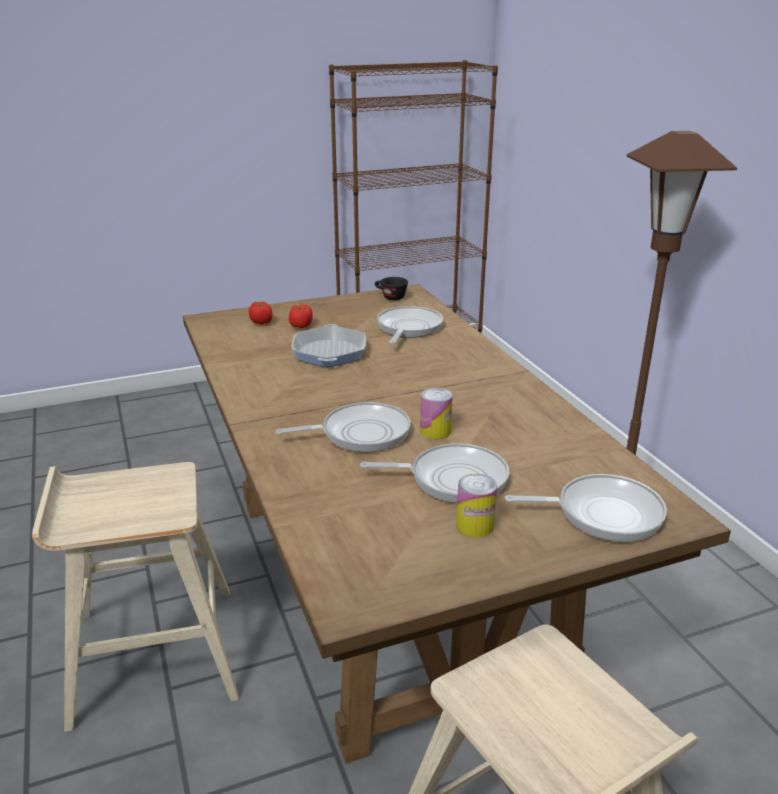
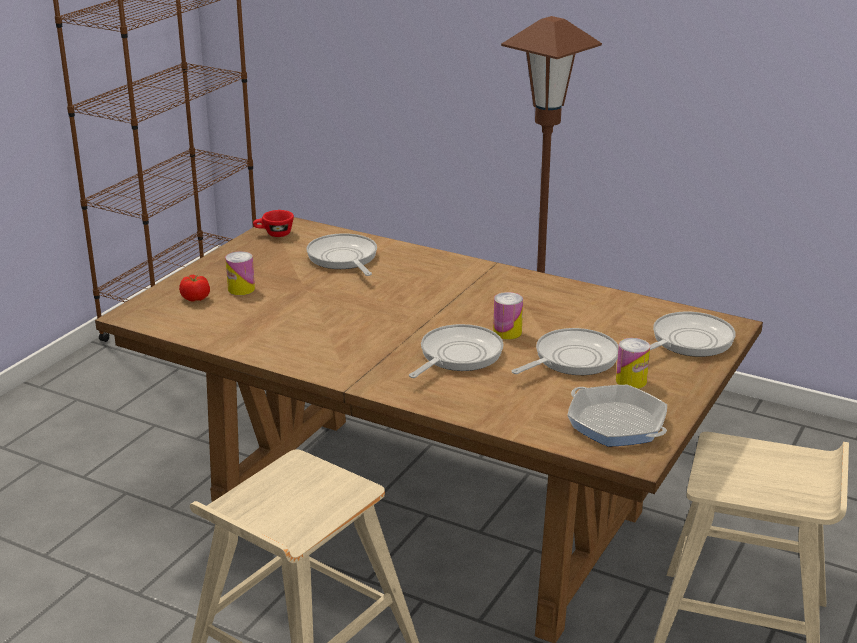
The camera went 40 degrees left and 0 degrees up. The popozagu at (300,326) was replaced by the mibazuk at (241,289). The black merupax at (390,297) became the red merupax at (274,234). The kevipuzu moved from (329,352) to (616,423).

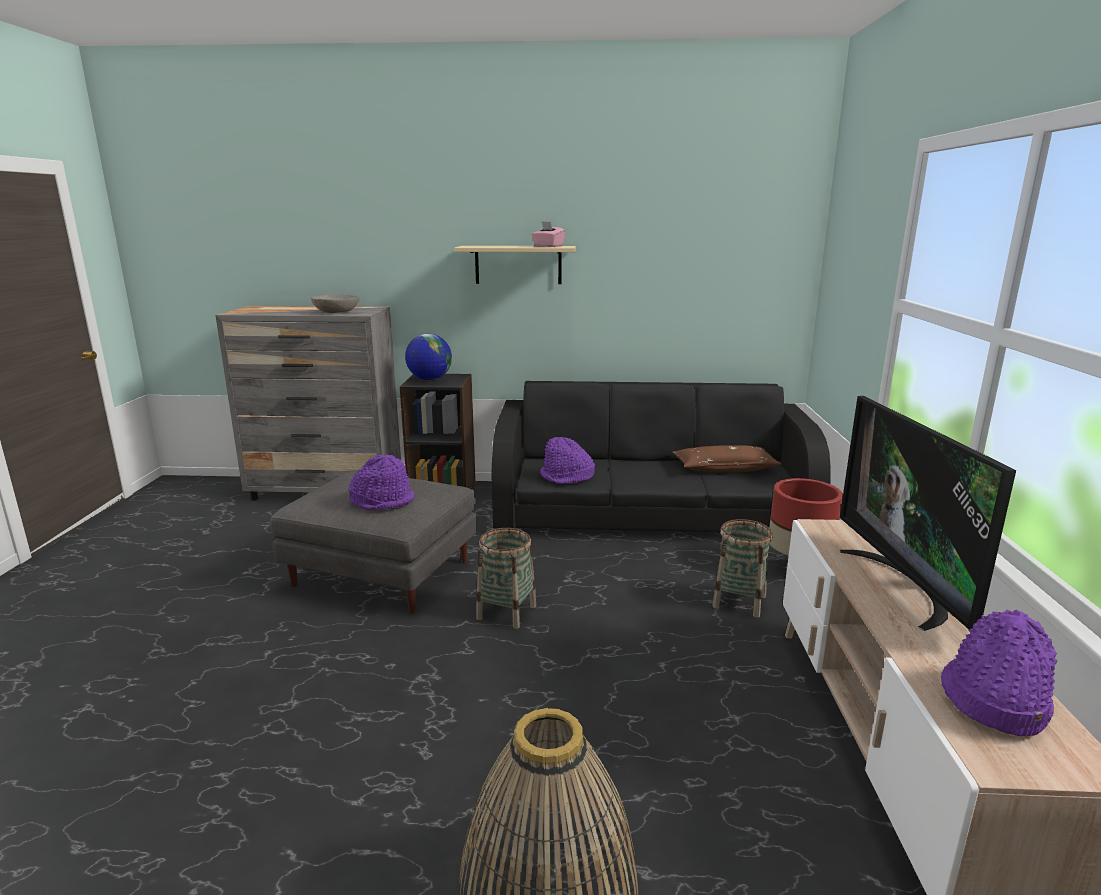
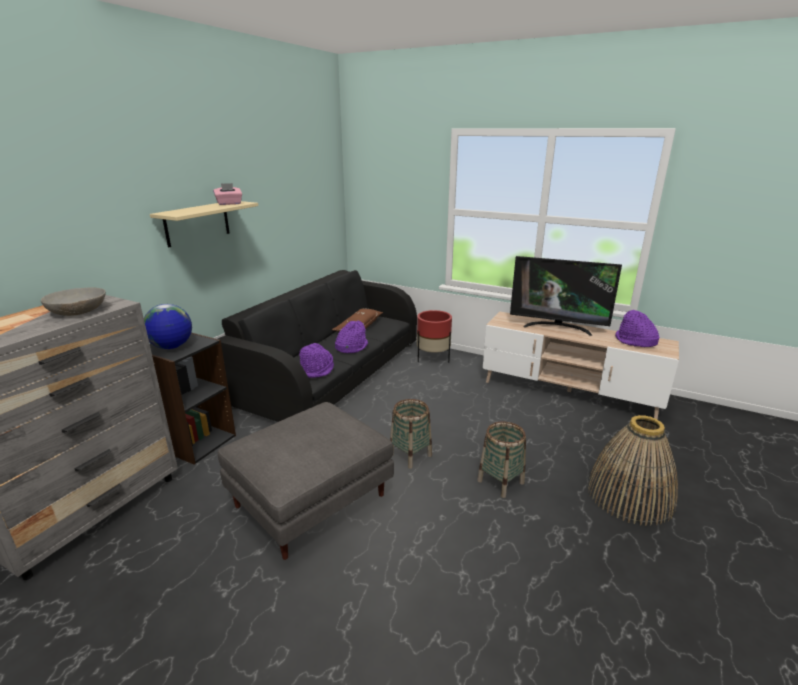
The camera went 65 degrees left and 5 degrees up. The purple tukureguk moved from (383,501) to (351,347). The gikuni moved from (739,602) to (500,482).

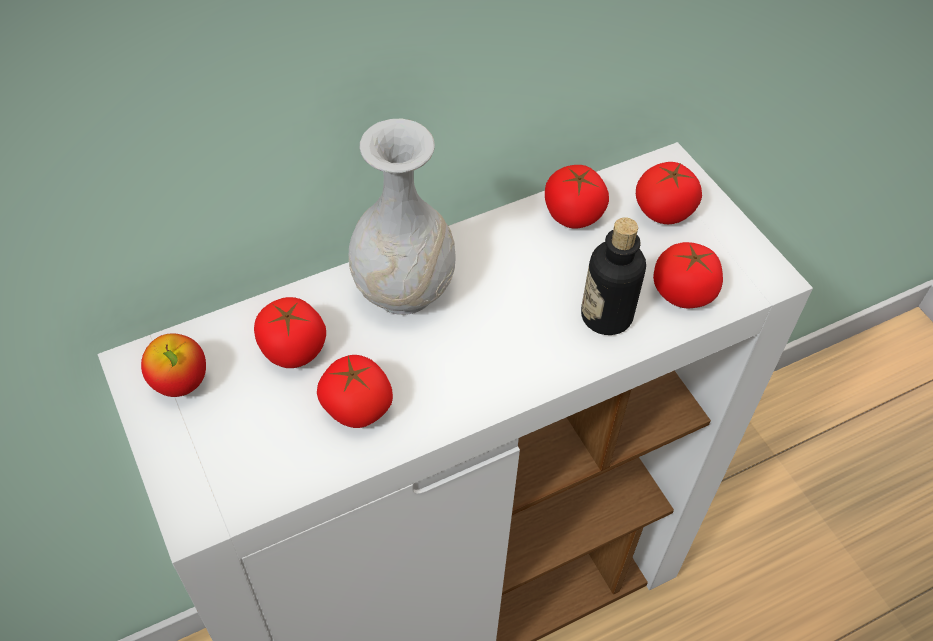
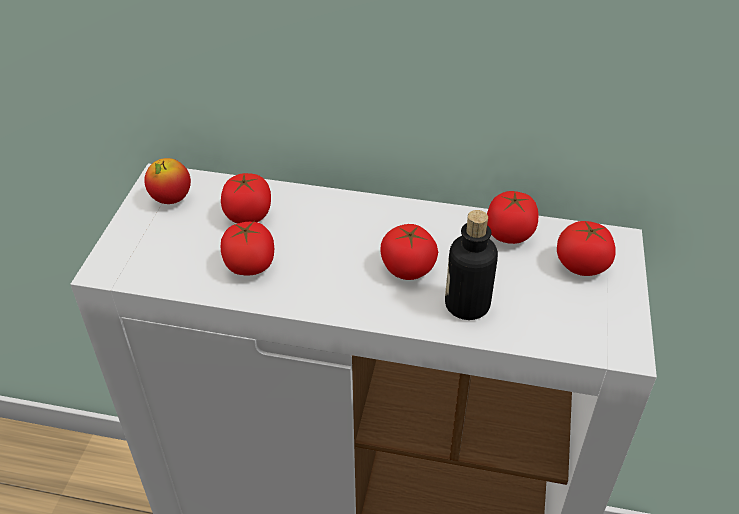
The camera went 40 degrees right and 10 degrees down. The popozagu moved from (683,292) to (407,268). The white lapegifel at (405,290) disappeared.

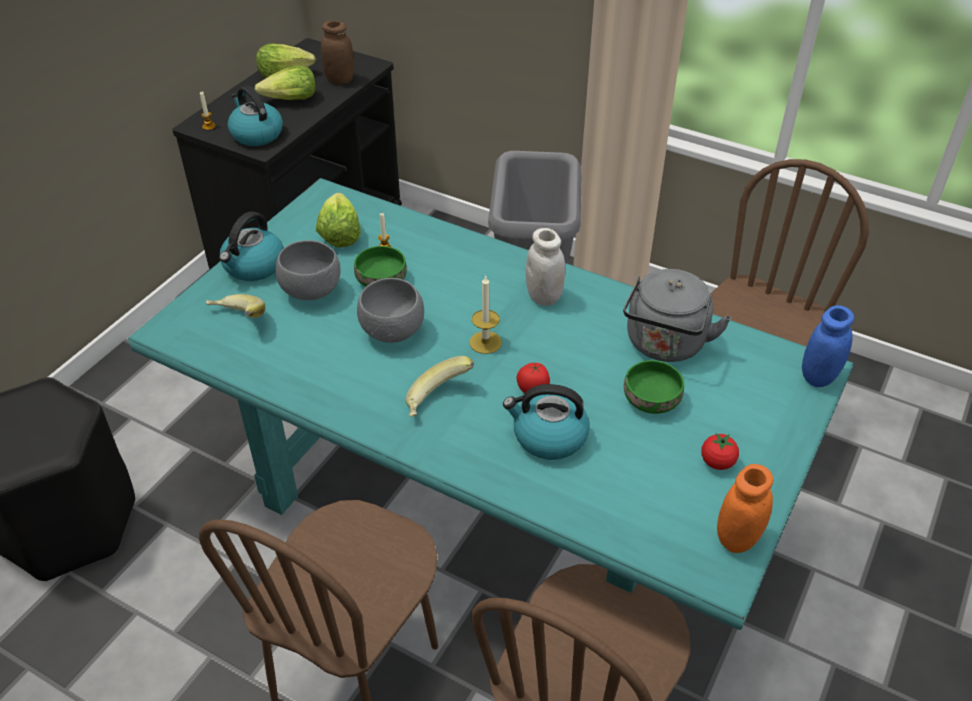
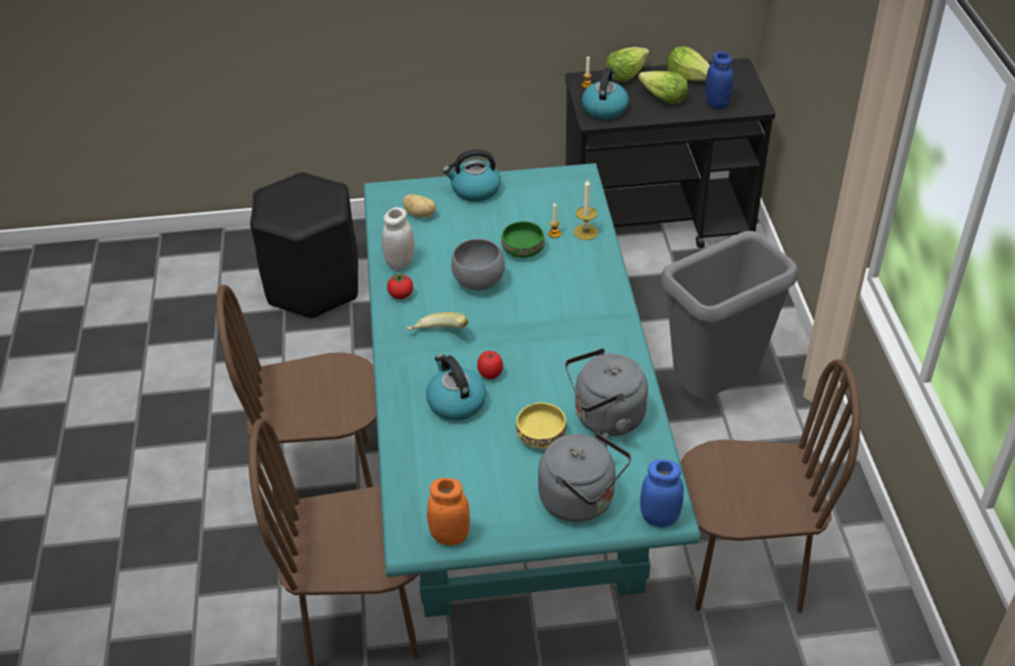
The camera went 55 degrees right and 0 degrees up. The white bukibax moved from (544,297) to (400,263). The popozagu moved from (717,462) to (401,295). The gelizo at (237,321) was replaced by the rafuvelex at (420,214). The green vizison at (653,400) became the yellow vizison at (541,436). The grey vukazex at (581,500) appeared. The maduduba moved from (485,342) to (585,232). The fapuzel moved from (339,234) to (625,74). The brown bukibax at (339,80) became the blue bukibax at (717,103). The grey vizison at (312,291) disappeared.

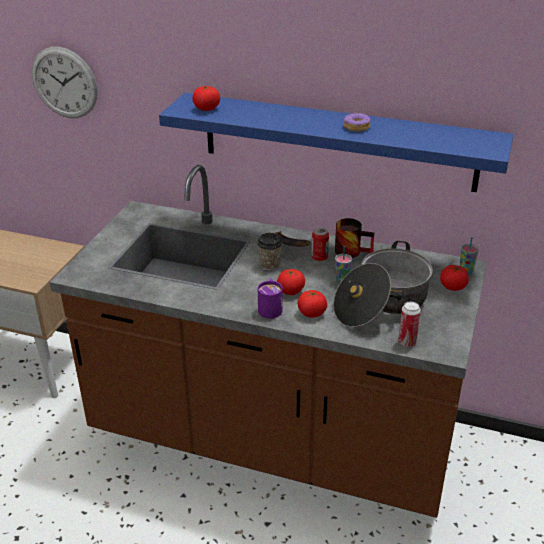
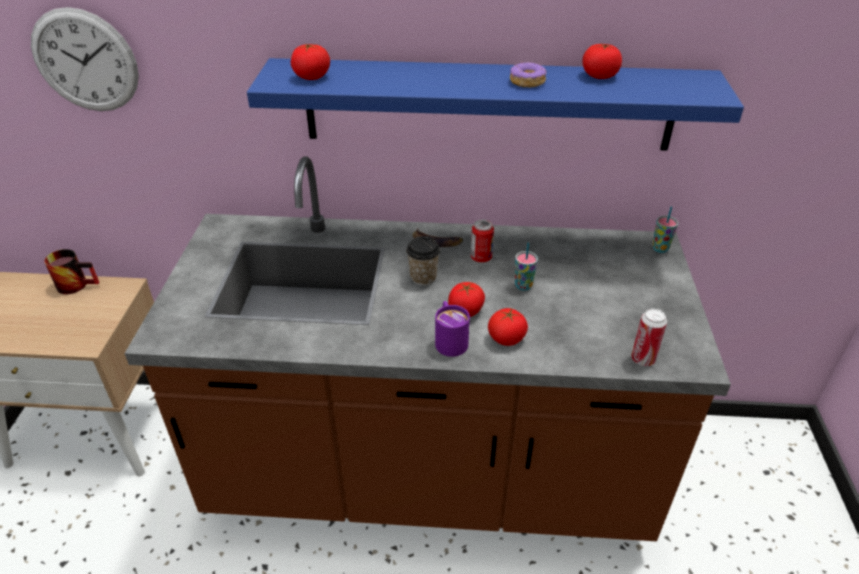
The camera went 15 degrees left and 5 degrees up. The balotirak moved from (352,250) to (78,283). The popozagu moved from (453,287) to (599,76). The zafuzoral at (381,303) disappeared.

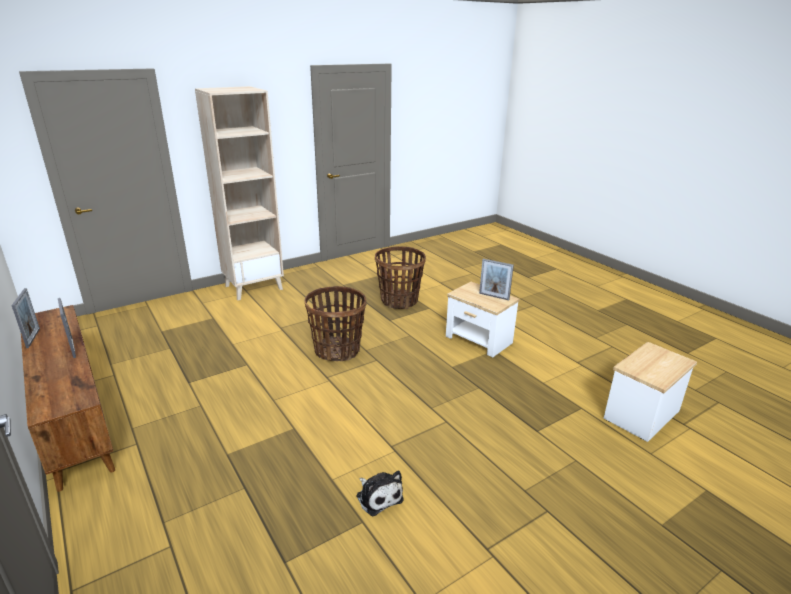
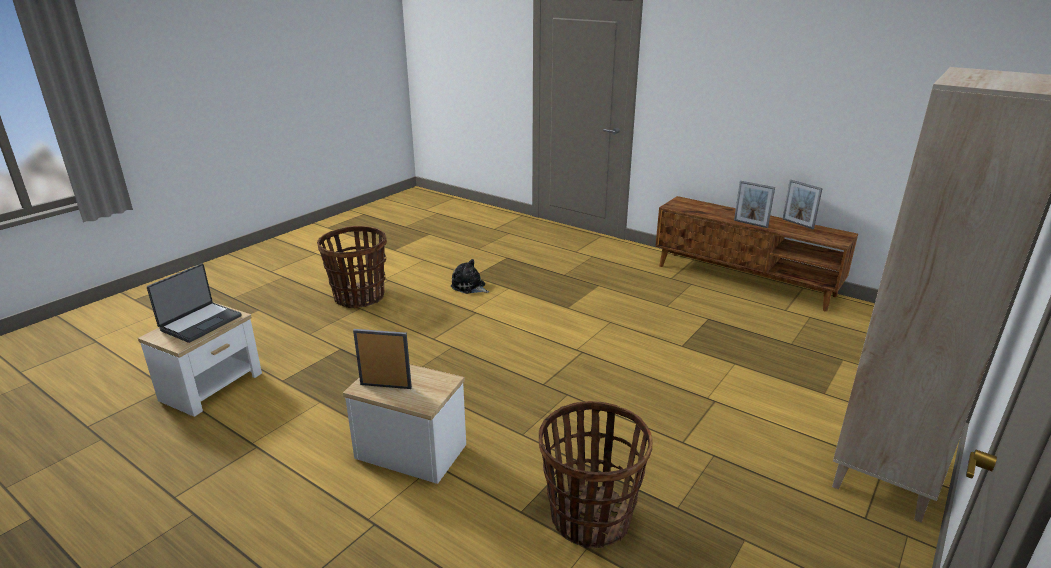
The camera went 160 degrees right and 0 degrees up. The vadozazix at (200,323) appeared. The gikuni moved from (337,350) to (359,297).

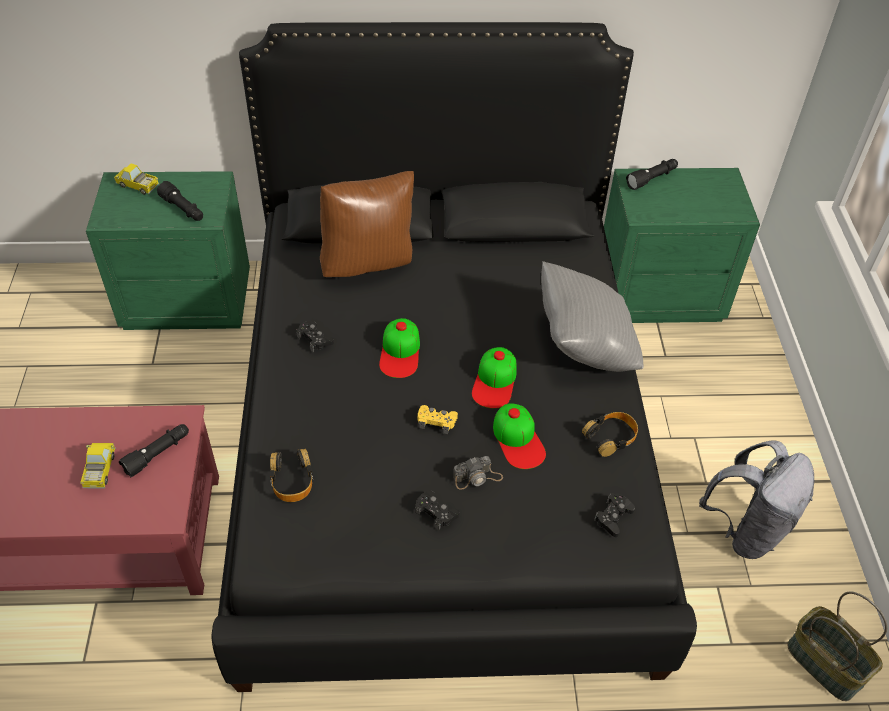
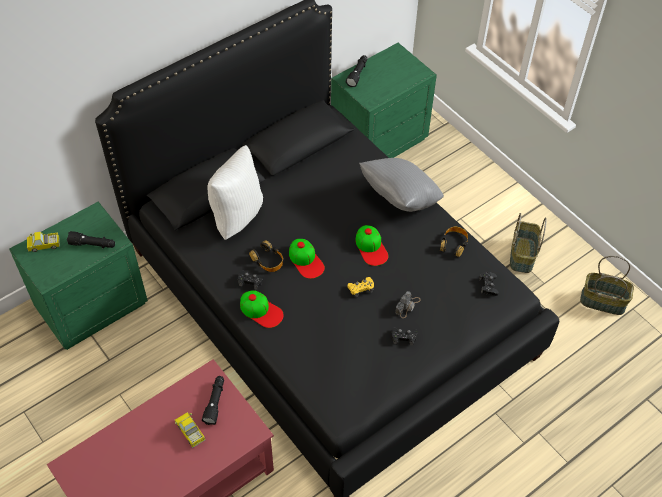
The camera went 35 degrees left and 5 degrees up. The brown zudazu at (368,262) became the white zudazu at (237,215). The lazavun moved from (518,439) to (261,310). The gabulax moved from (292,480) to (268,260). The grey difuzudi at (746,529) was replaced by the gikuni at (521,254).

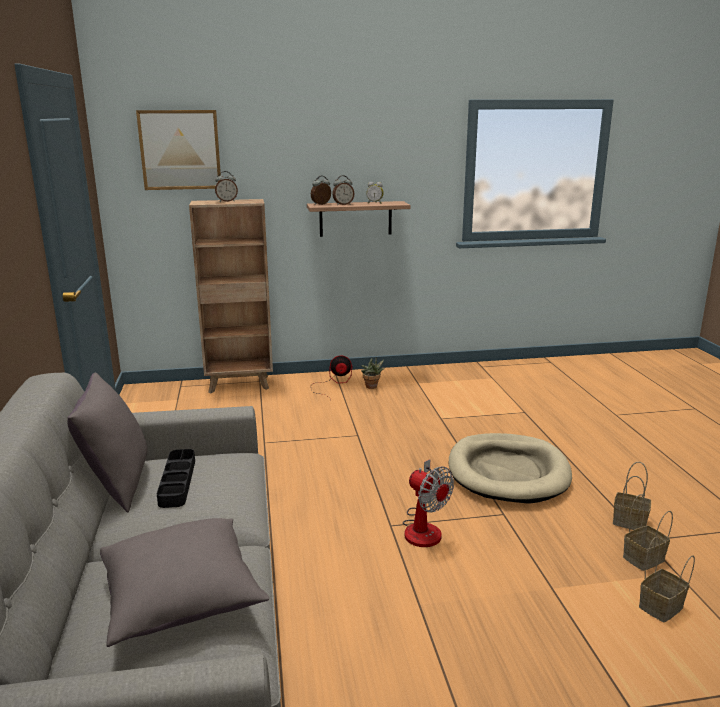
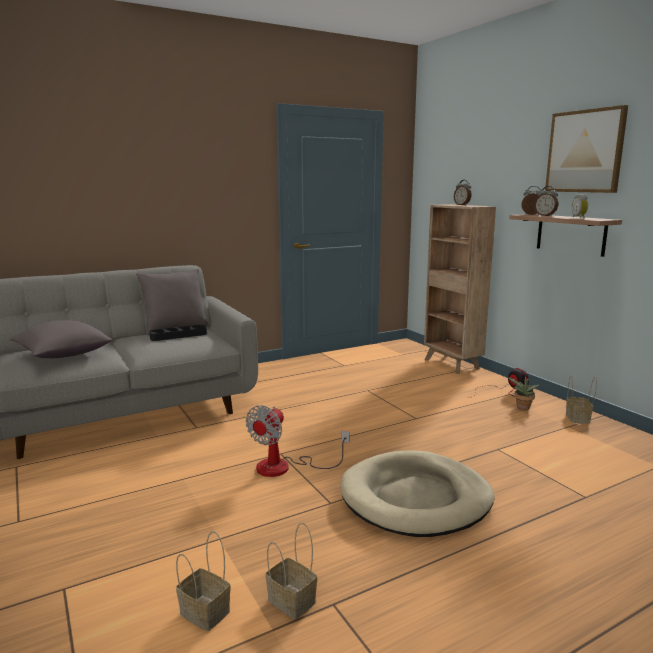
The camera went 70 degrees right and 5 degrees down. The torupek moved from (180,150) to (585,151). The gikuni moved from (630,522) to (578,418).

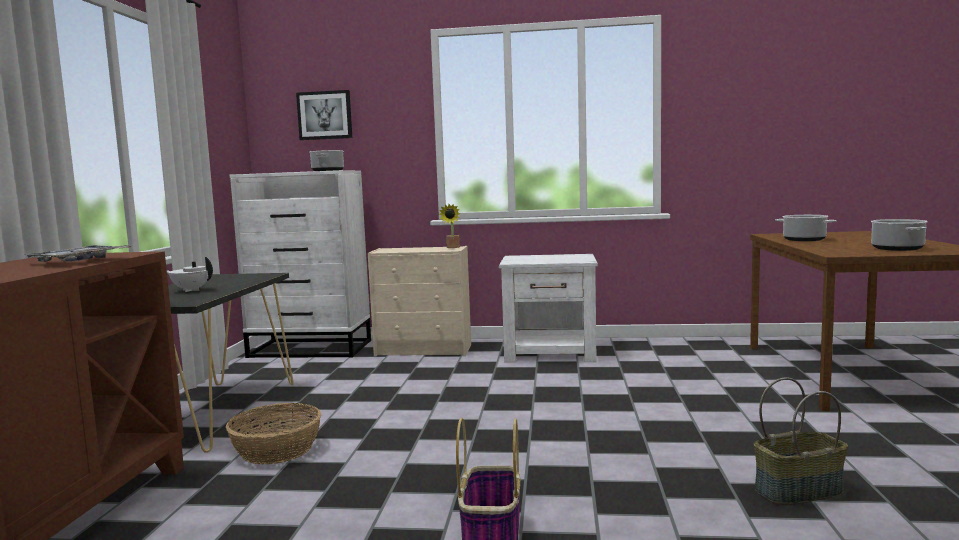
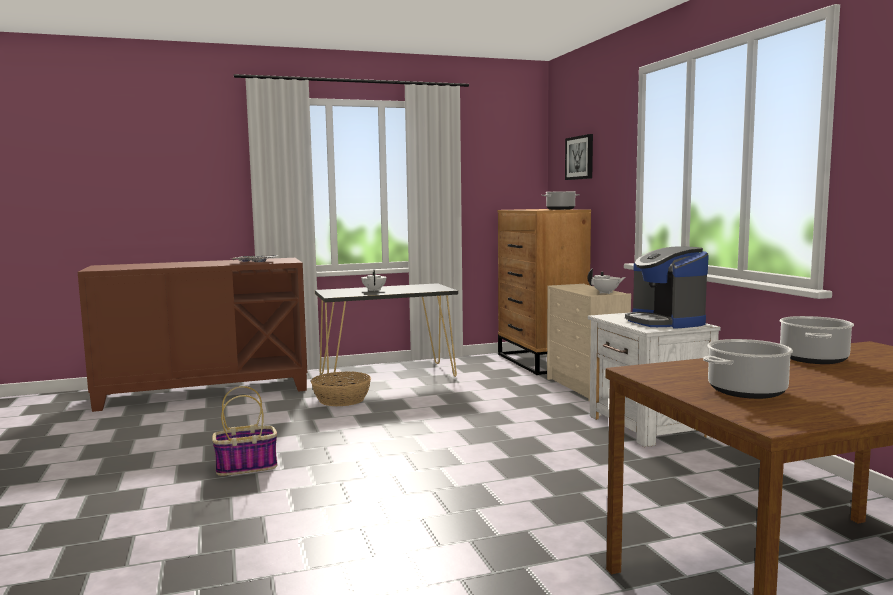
The camera went 65 degrees right and 0 degrees up. The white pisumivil at (311,349) became the brown pisumivil at (541,362). The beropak at (452,247) was replaced by the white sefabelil at (606,293). The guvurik at (665,322) appeared. The gikuni at (798,490) disappeared.

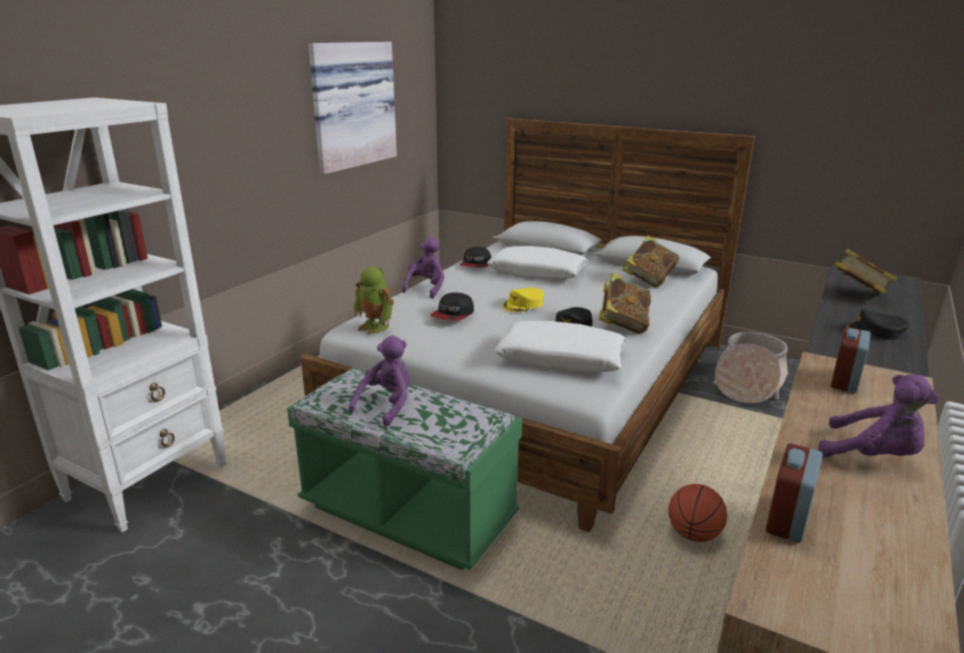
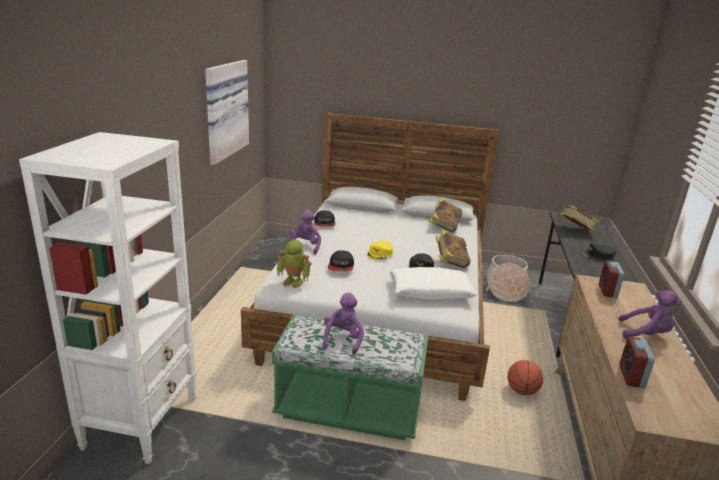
The camera went 20 degrees left and 0 degrees up. The white zudazu at (537,273) disappeared.

